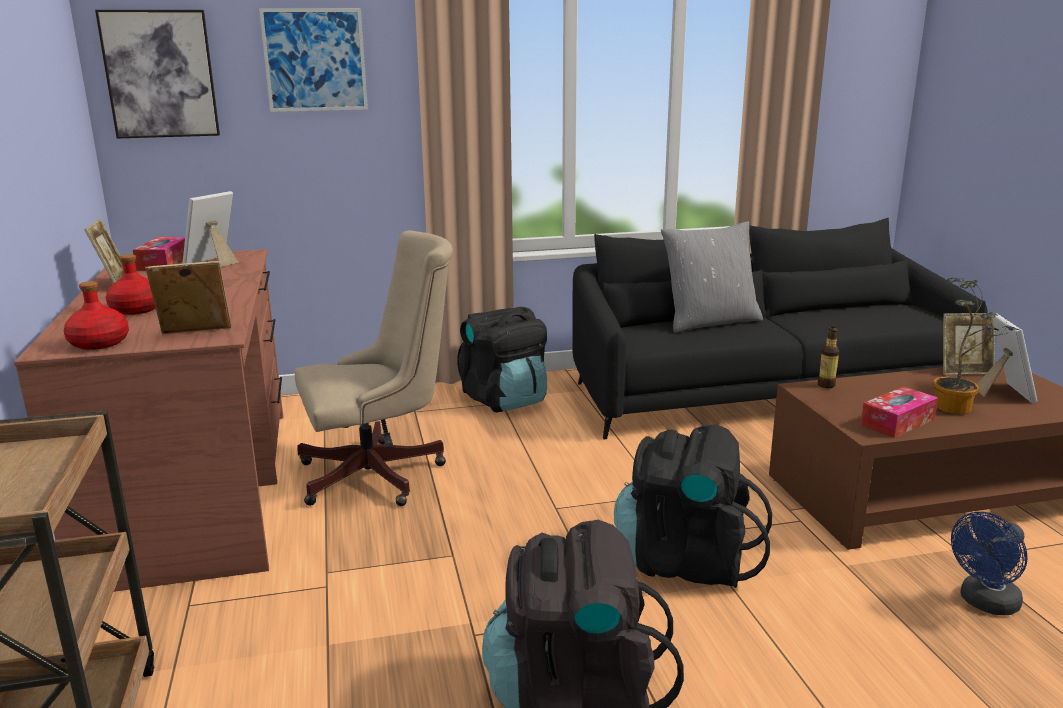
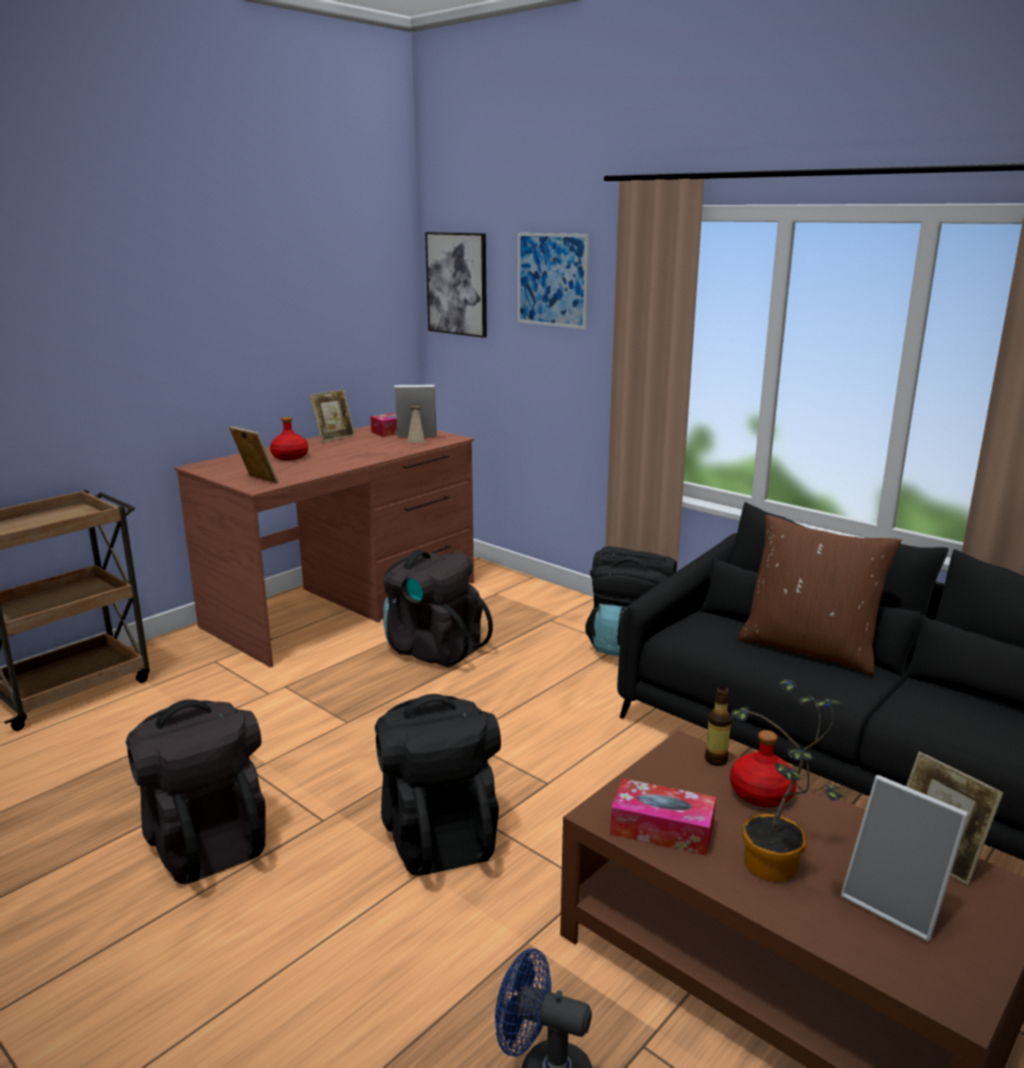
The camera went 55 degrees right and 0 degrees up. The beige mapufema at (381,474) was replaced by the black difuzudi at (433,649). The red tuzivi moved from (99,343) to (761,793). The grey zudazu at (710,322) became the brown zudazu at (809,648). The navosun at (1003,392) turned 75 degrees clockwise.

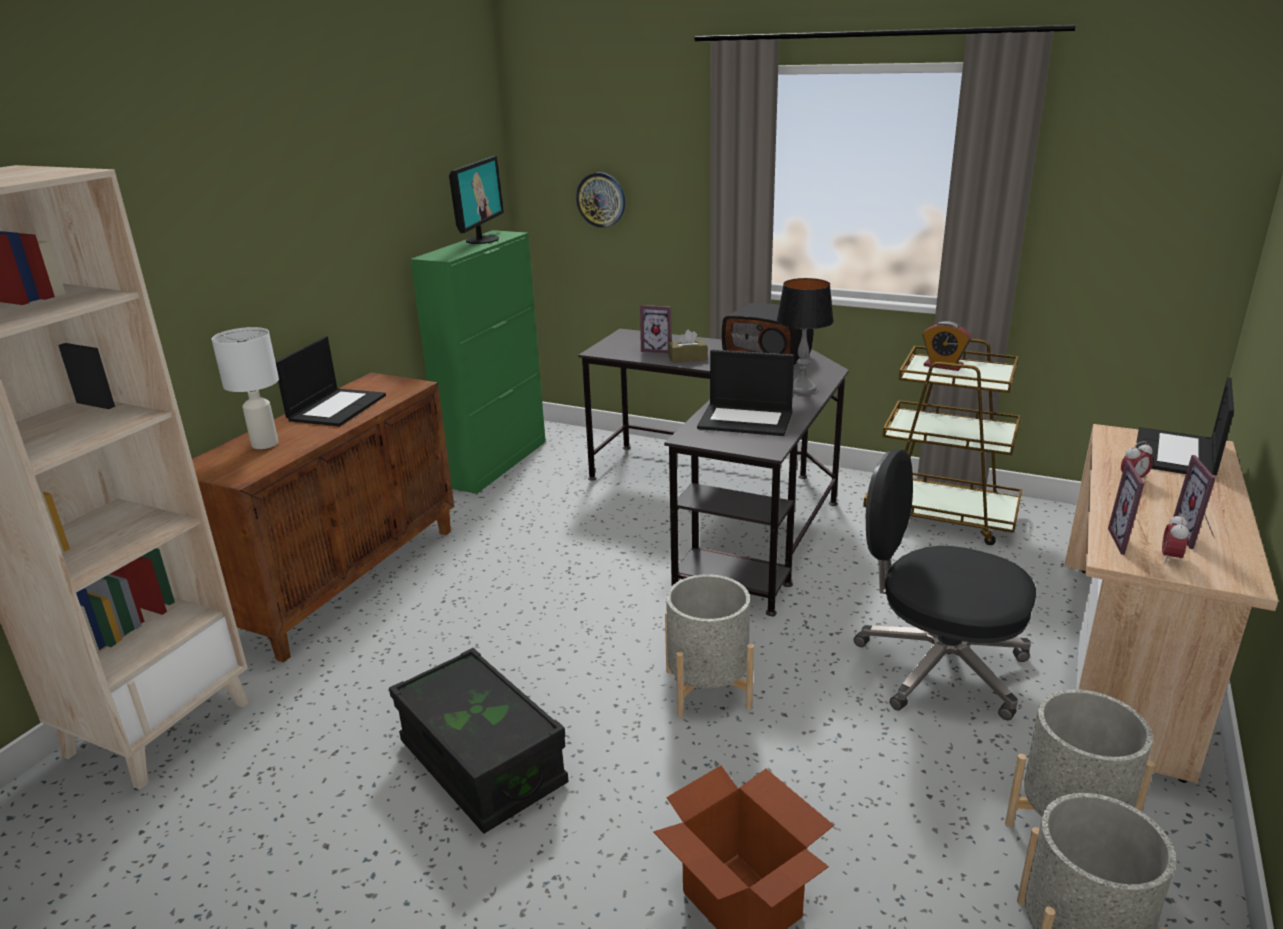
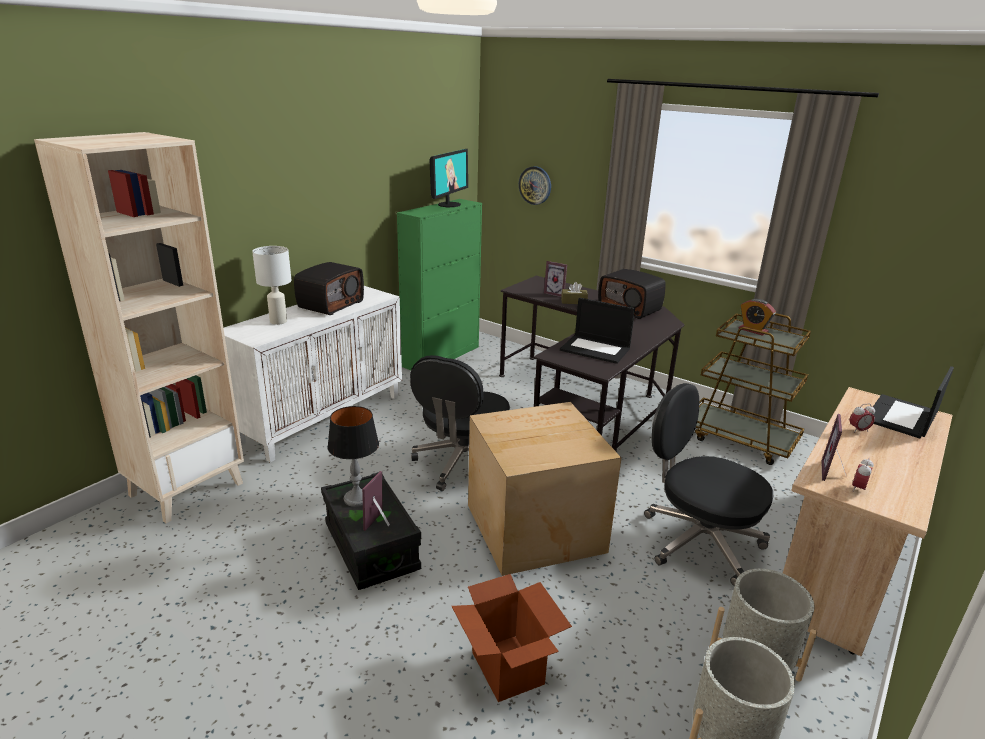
The camera went 10 degrees right and 0 degrees up. The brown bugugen at (346,580) became the white bugugen at (323,418). The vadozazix at (337,407) was replaced by the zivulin at (330,304). The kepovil moved from (801,389) to (356,499). The navosun moved from (1196,536) to (380,523). The black mapufema at (462,463) appeared. The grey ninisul at (707,689) was replaced by the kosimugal at (532,527).

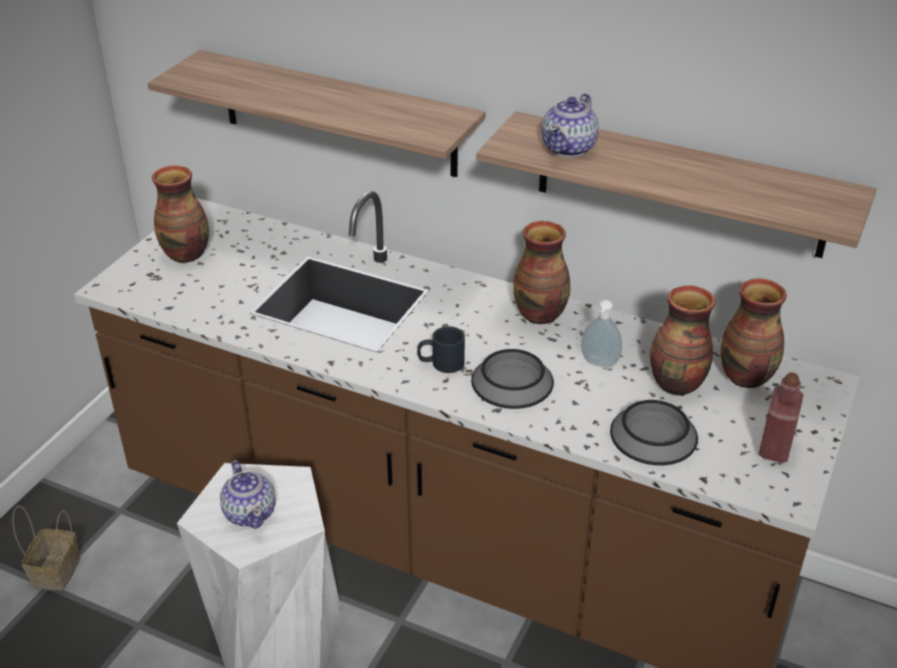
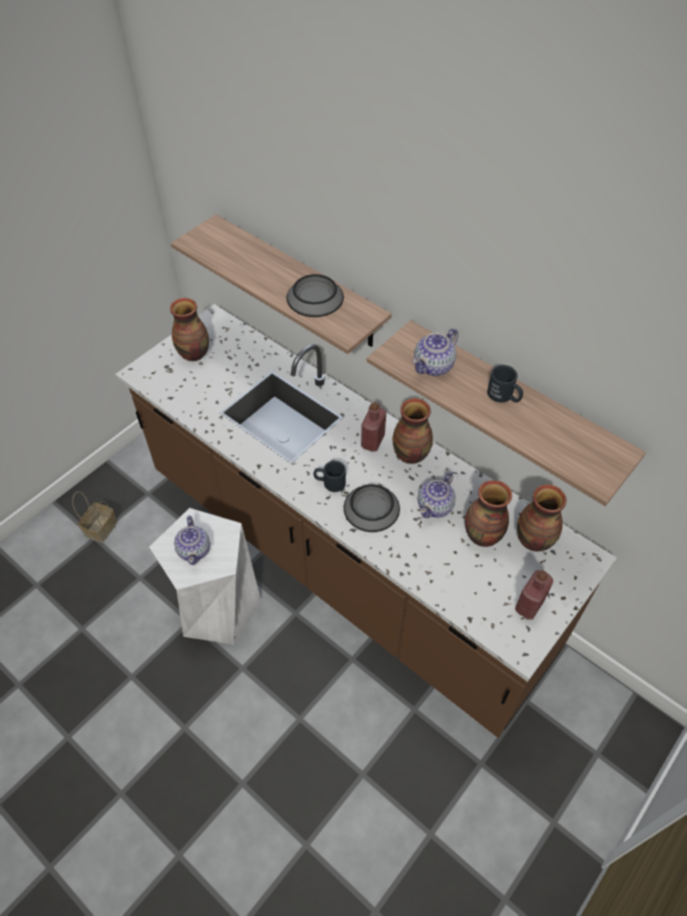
The camera went 15 degrees right and 15 degrees up. The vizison moved from (653,434) to (315,297). The red tuzivi at (372,441) appeared. The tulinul at (599,364) was replaced by the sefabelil at (435,506). The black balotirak at (504,396) appeared.

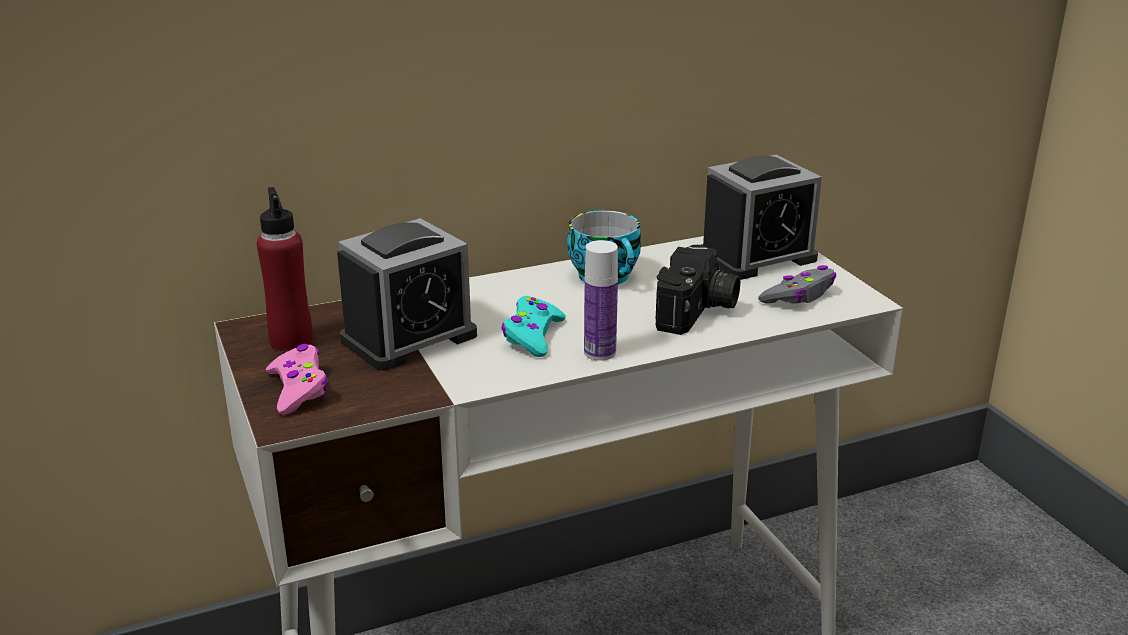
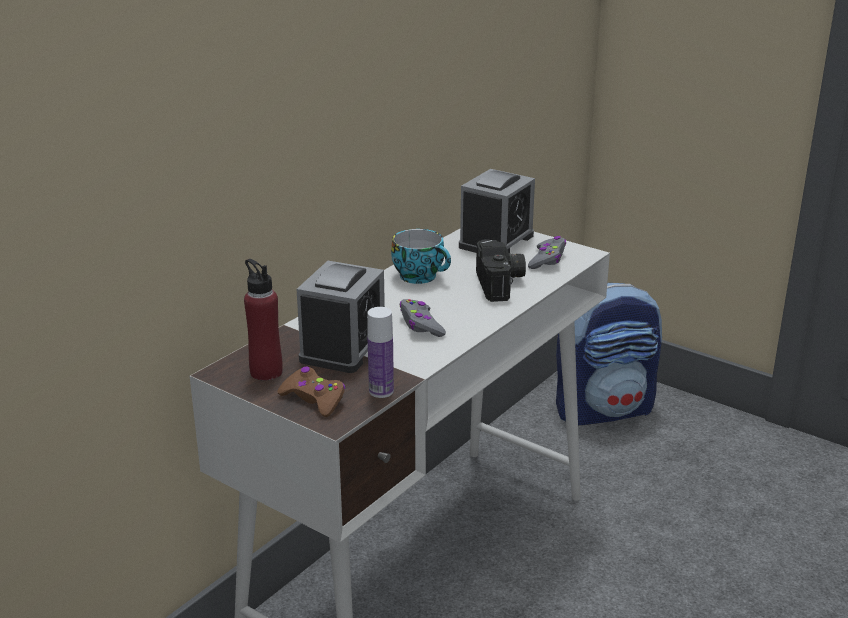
The camera went 30 degrees left and 0 degrees up. The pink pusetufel at (298,389) became the brown pusetufel at (314,399). The tuzivi moved from (600,352) to (381,391). The turquoise pusetufel at (533,336) became the grey pusetufel at (421,325). The difuzudi at (604,409) appeared.

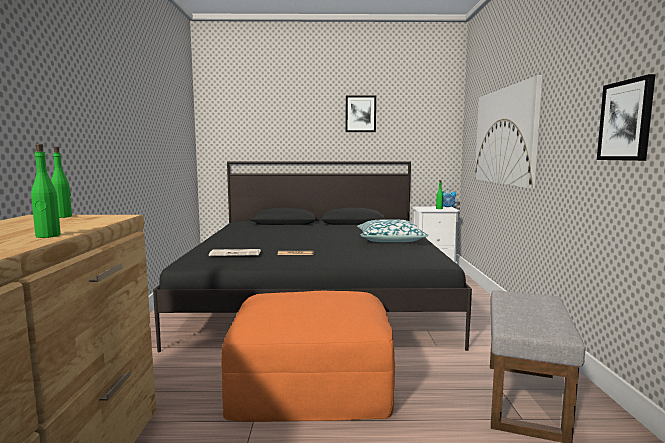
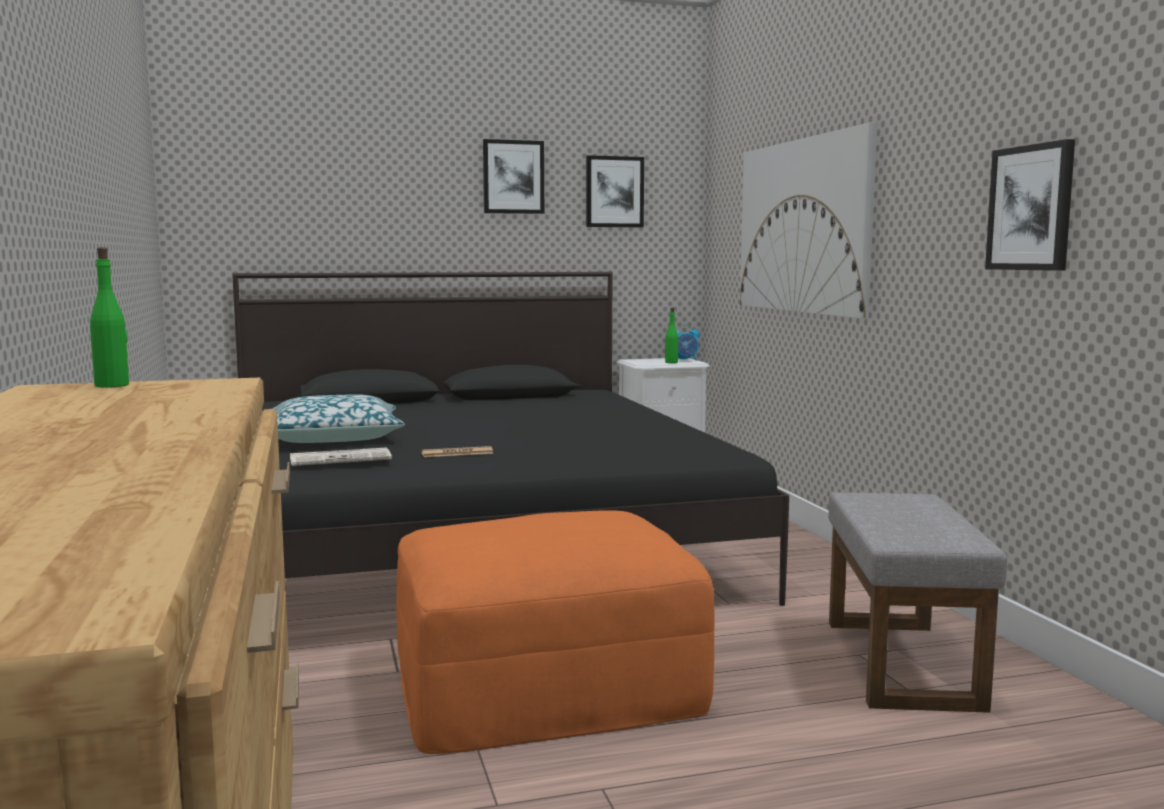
The camera went 15 degrees left and 0 degrees up. The zudazu moved from (390,240) to (333,438). The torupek at (614,192) appeared. The green tuzivi at (48,236) disappeared.

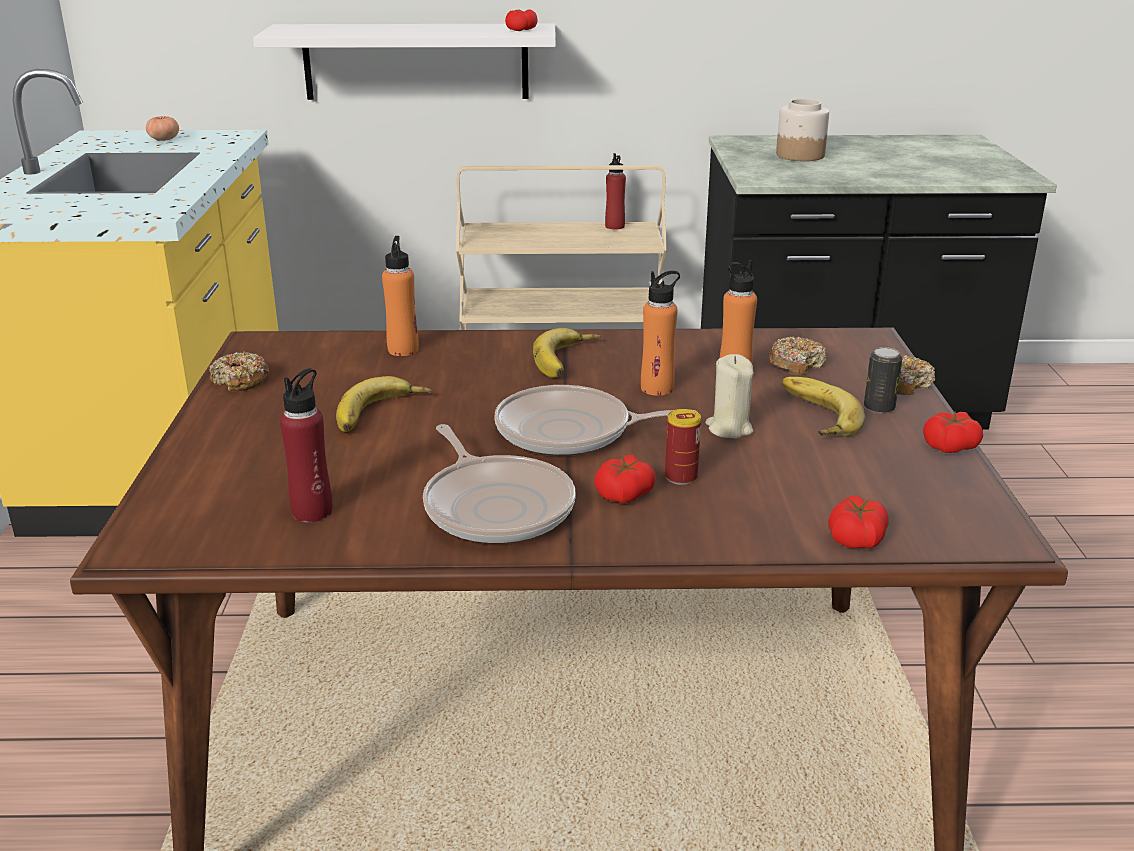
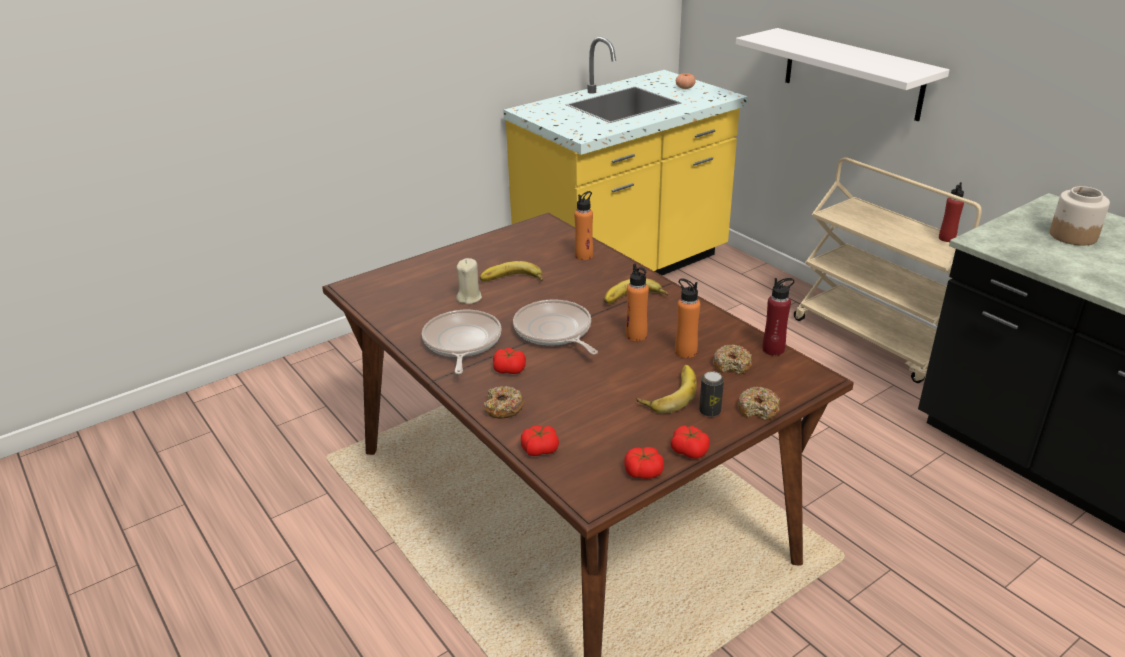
The camera went 55 degrees right and 5 degrees up. The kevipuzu at (496,506) turned 150 degrees clockwise. The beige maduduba moved from (729,428) to (469,298). The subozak moved from (240,381) to (503,408). The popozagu moved from (521,30) to (643,472). The red tuzivi moved from (312,511) to (773,349). The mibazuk at (681,477) disappeared.

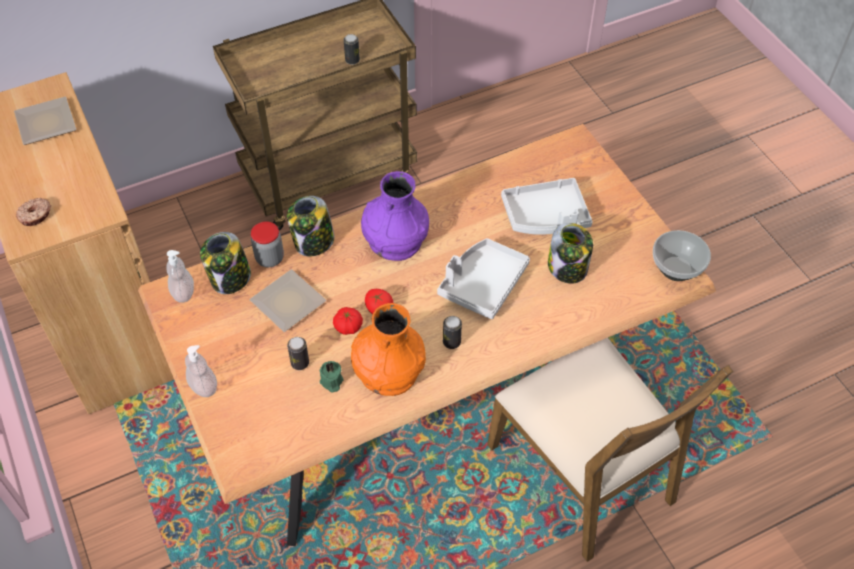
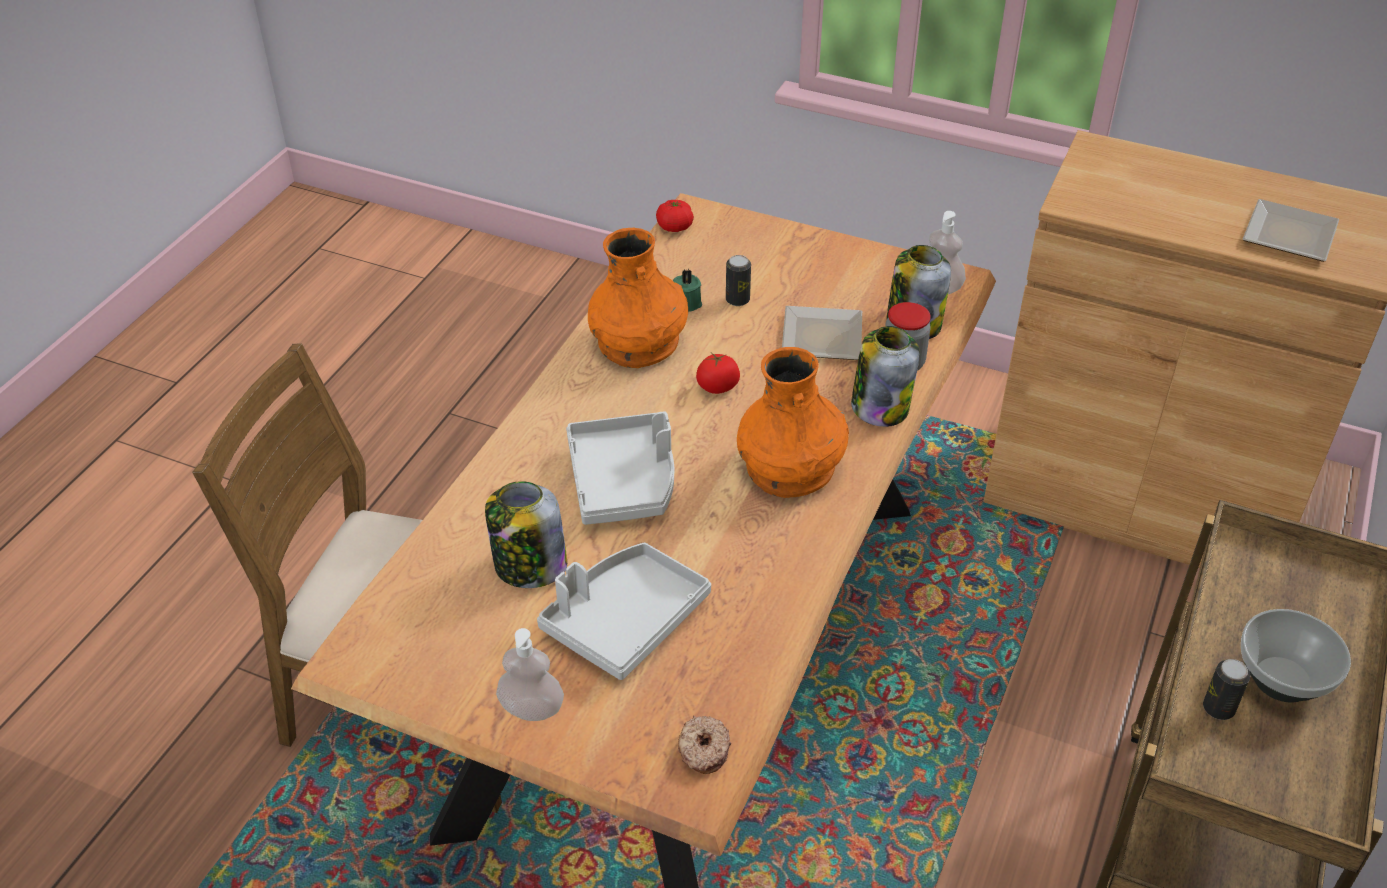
The camera went 140 degrees right and 10 degrees down. The tulinul moved from (203,386) to (531,709). The popozagu moved from (348,327) to (674,227). The subozak moved from (35,215) to (703,750). The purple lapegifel at (395,239) became the orange lapegifel at (790,467). The vizison moved from (675,268) to (1283,680). The mibazuk at (451,342) disappeared.

